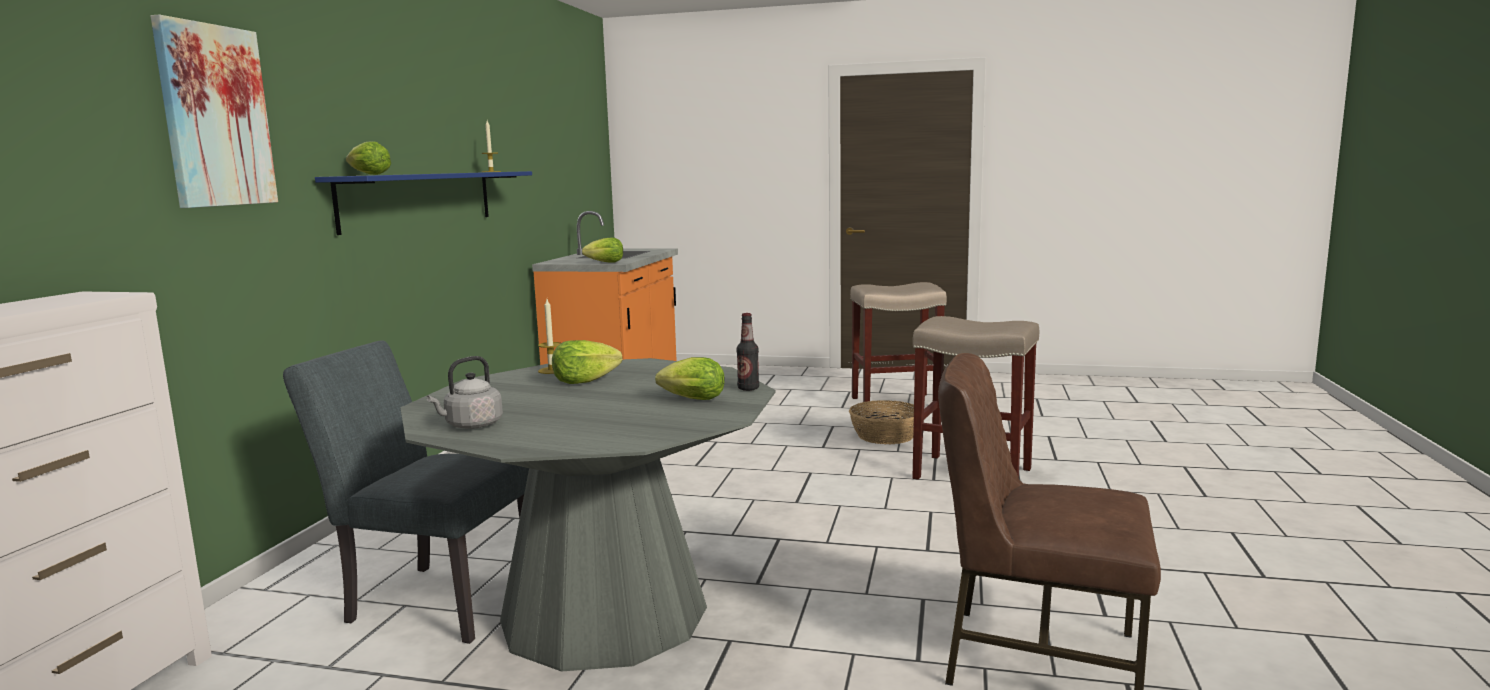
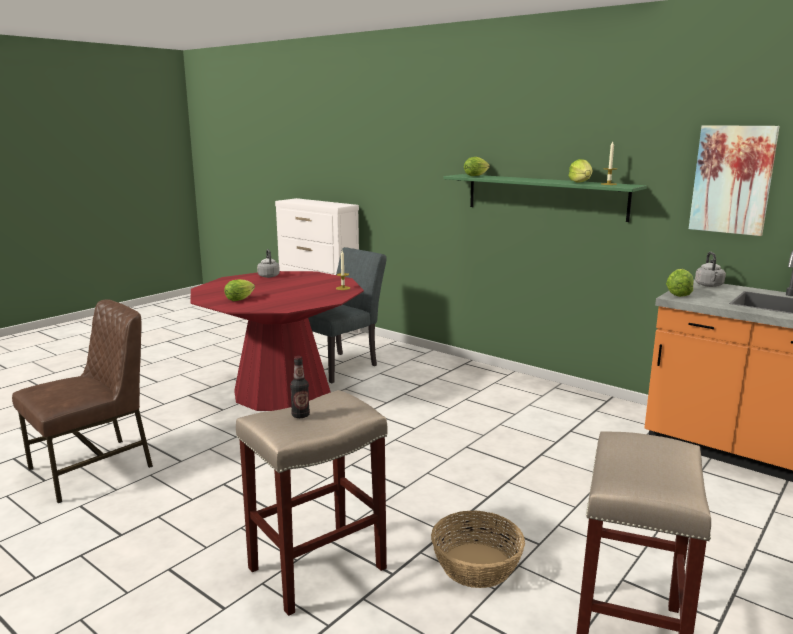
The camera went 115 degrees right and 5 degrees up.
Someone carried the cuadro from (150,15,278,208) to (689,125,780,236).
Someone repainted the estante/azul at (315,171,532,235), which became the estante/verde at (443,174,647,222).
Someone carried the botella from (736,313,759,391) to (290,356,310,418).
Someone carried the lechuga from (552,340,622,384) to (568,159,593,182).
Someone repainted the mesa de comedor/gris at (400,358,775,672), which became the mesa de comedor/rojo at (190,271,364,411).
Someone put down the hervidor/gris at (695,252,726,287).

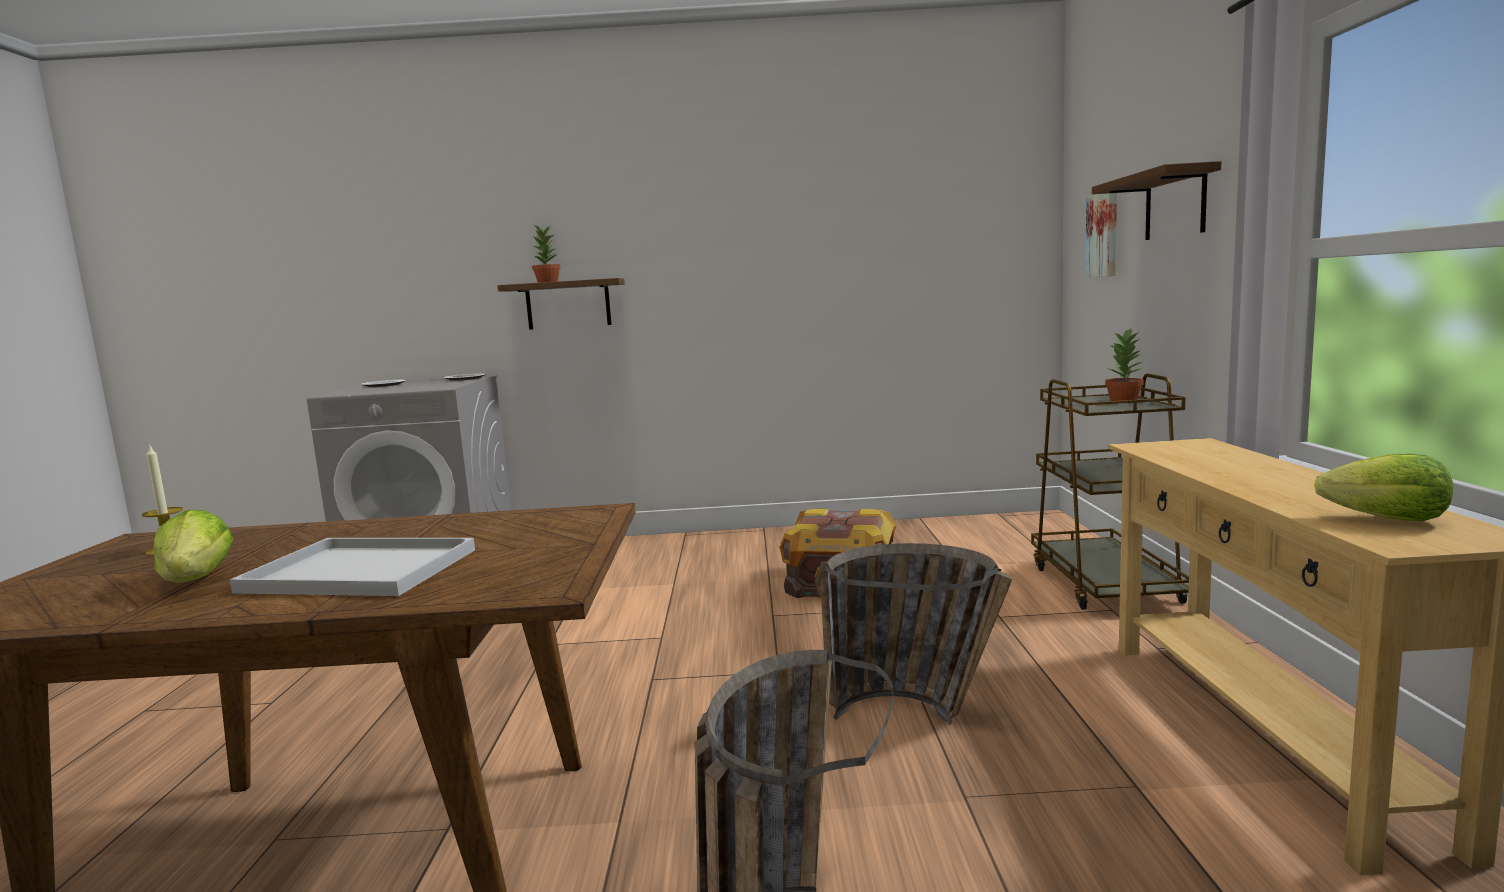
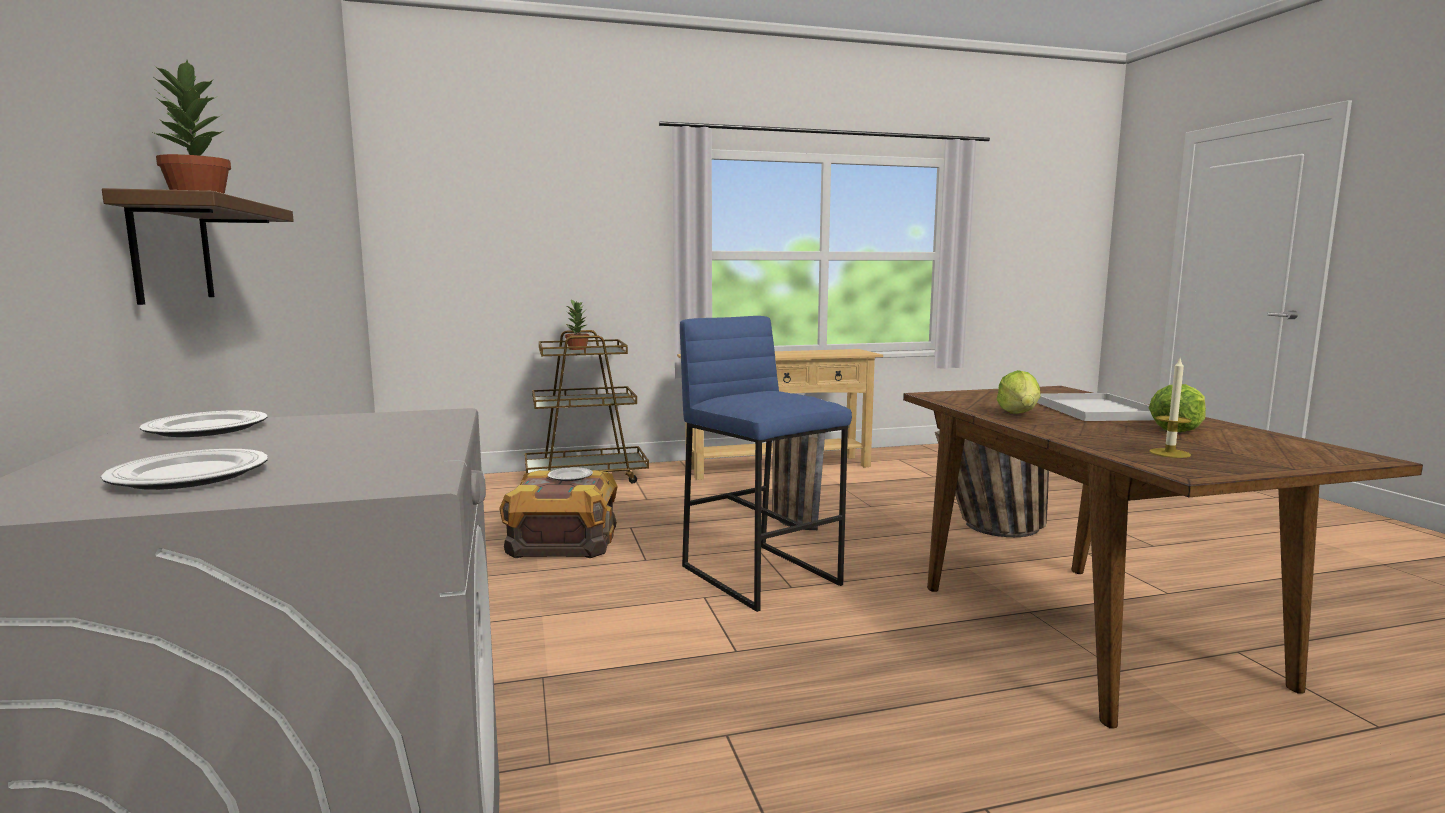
The camera went 105 degrees left and 0 degrees up.
Someone took away the estante/marrón at (1092,161,1221,240).
Someone took away the cuadro at (1085,193,1117,277).
Someone carried the lechuga from (1314,454,1453,522) to (997,370,1041,413).
Someone put down the taburete/azul at (680,316,852,612).
Someone put down the plato at (548,468,593,481).

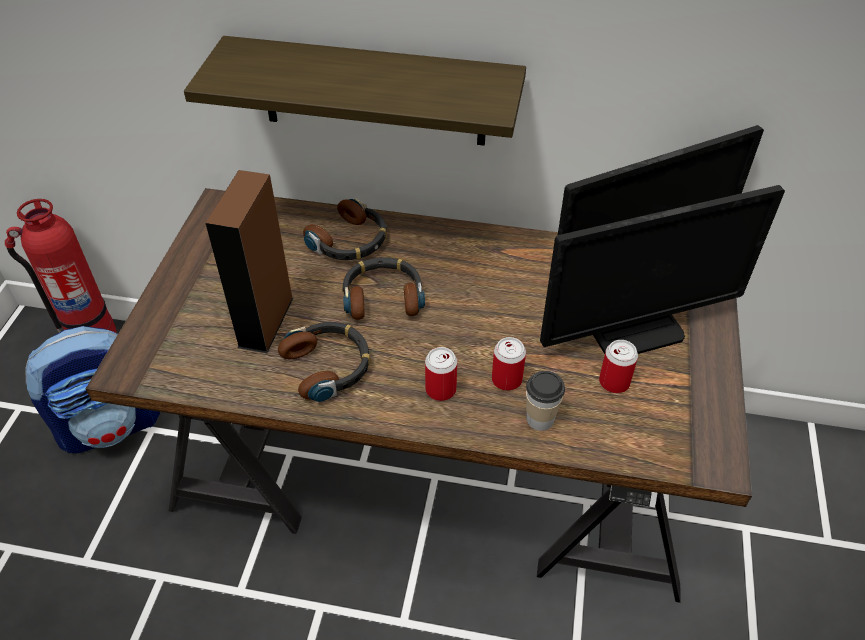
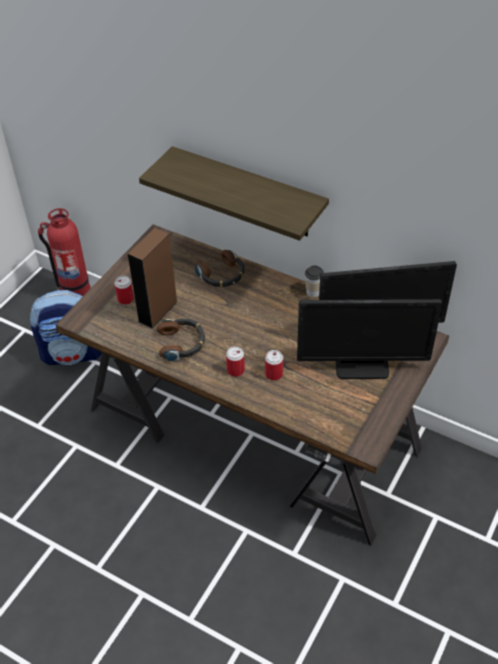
The camera went 20 degrees right and 0 degrees up.
Someone took away the auriculares at (342,257,425,320).
Someone carried the lata from (599,340,638,393) to (115,276,134,305).
Someone carried the taza from (526,371,565,431) to (305,265,324,297).

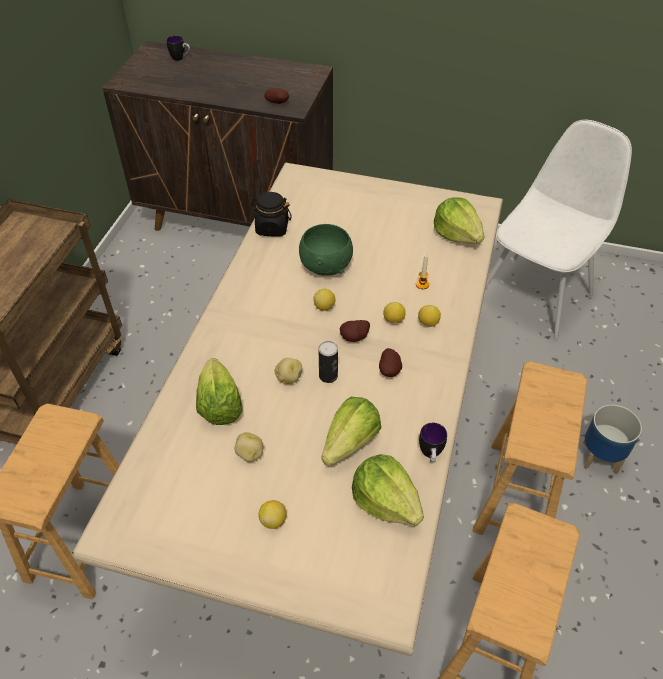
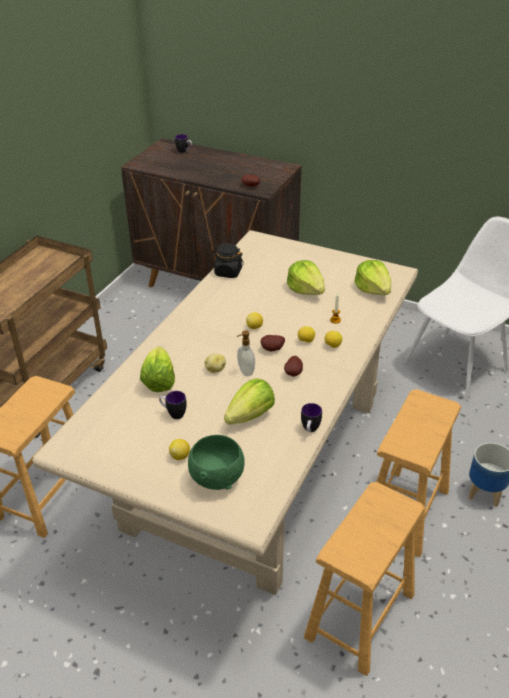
The camera went 10 degrees right and 10 degrees down.
Someone carried the cuenco/verde from (299,224,353,276) to (188,435,245,490).
Someone swapped the lata at (318,341,338,383) for the dispensador de jabón at (237,330,255,376).
Someone swapped the patata at (235,432,263,462) for the taza grande at (159,391,187,419).
Someone carried the lechuga from (352,454,424,526) to (287,260,325,295).

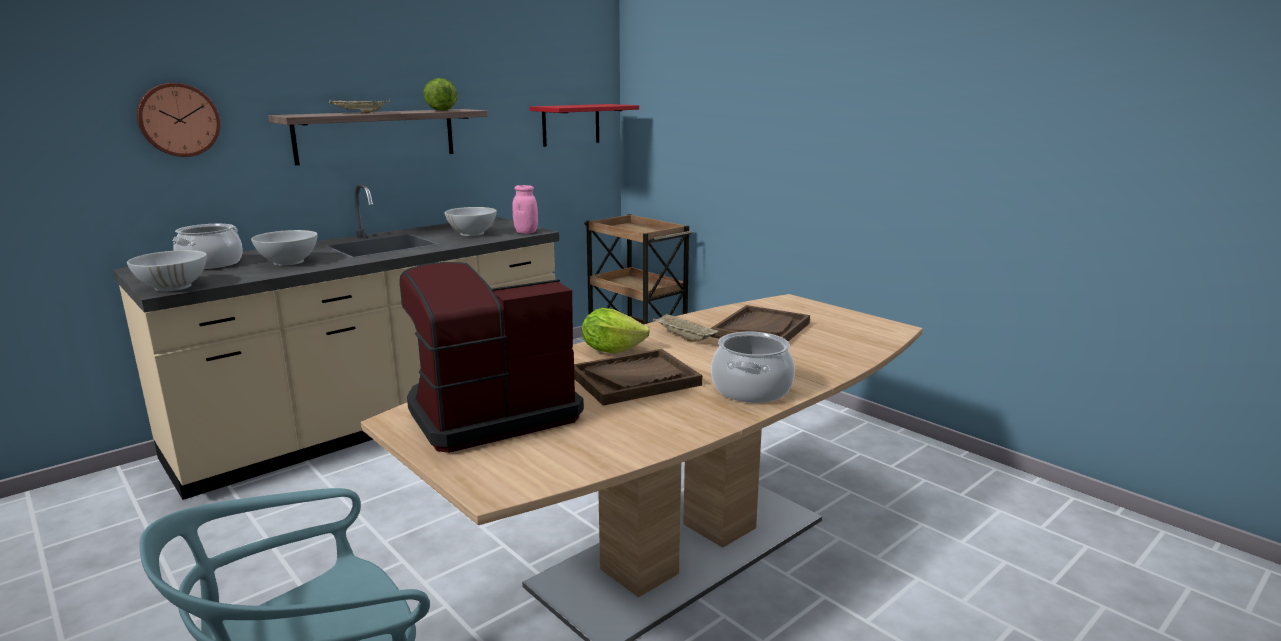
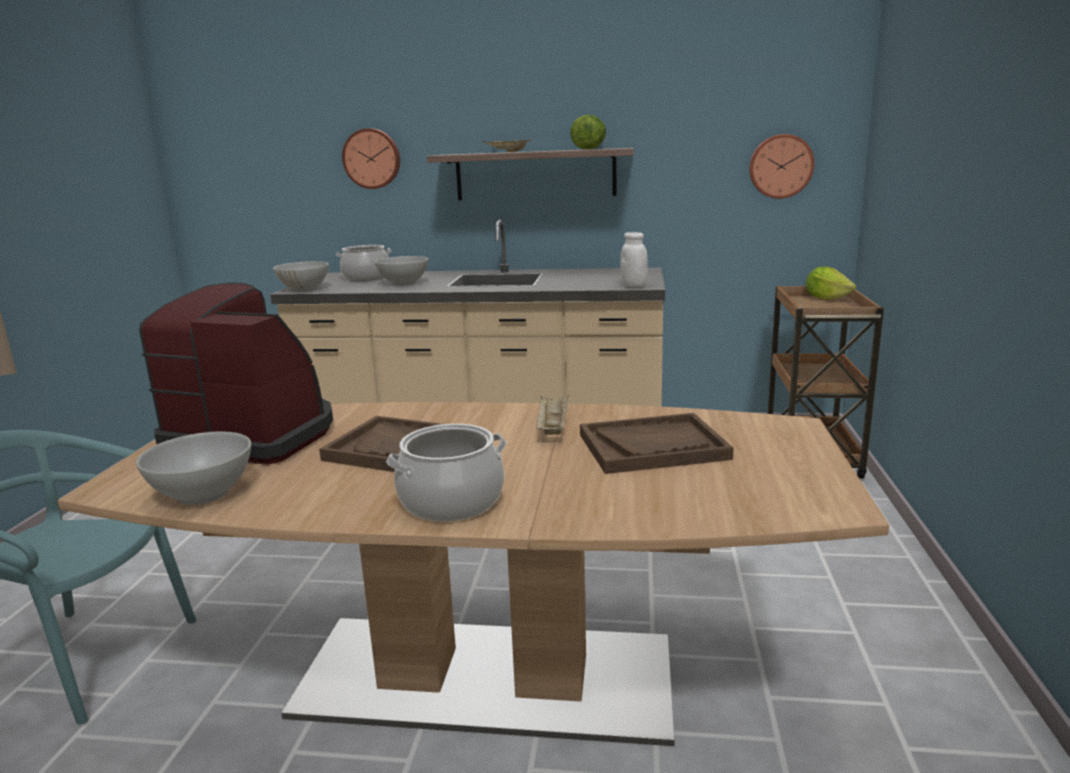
The camera went 50 degrees right and 0 degrees up.
Someone swapped the estante/rojo at (529,104,639,147) for the reloj de pared at (749,134,814,199).
Someone repainted the tarro/rosa at (512,185,538,234), which became the tarro/blanco at (620,232,648,287).
Someone carried the cuenco/blanco from (444,207,497,236) to (136,432,251,505).
Someone carried the lechuga from (582,308,650,353) to (806,267,856,300).

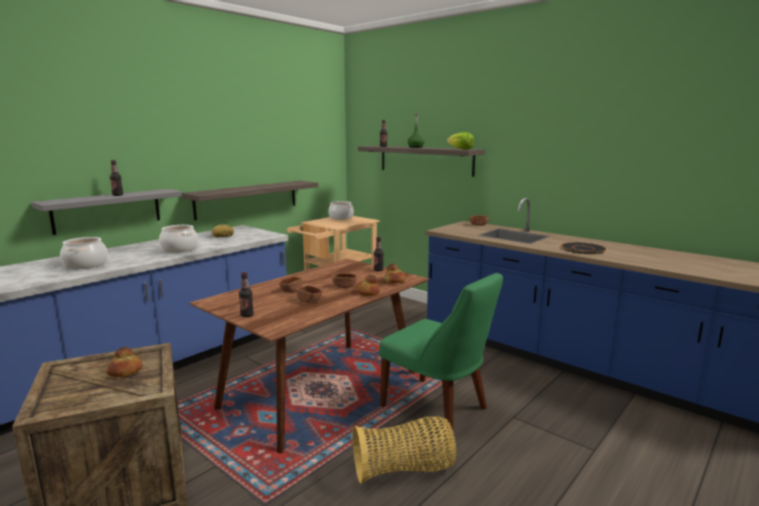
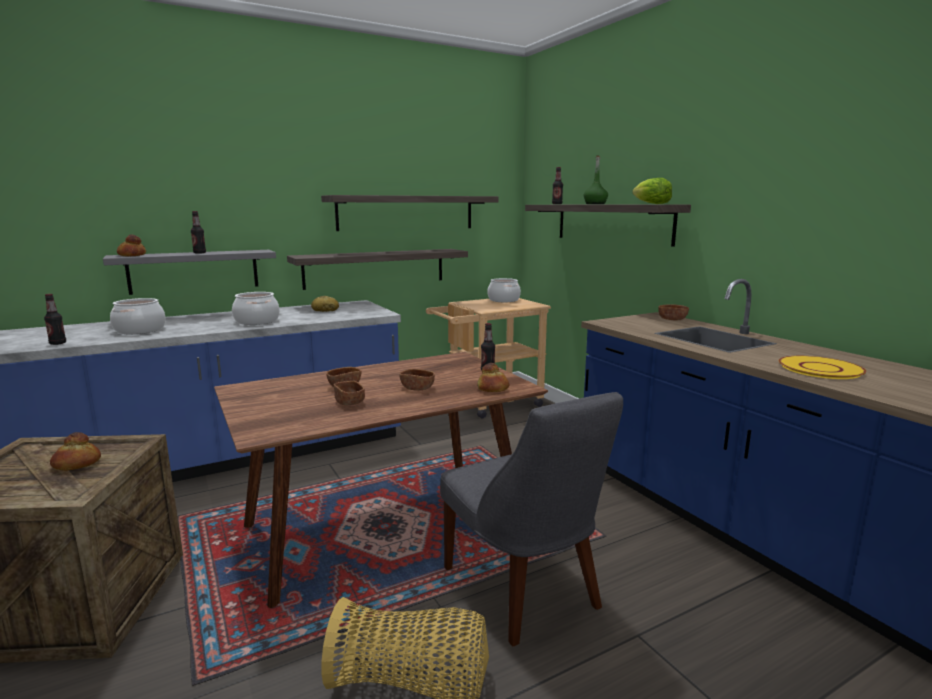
The camera went 20 degrees right and 0 degrees up.
Someone repainted the plato/negro at (561,242,607,254), which became the plato/amarillo at (778,356,866,379).
Someone carried the botella from (239,272,254,317) to (44,294,66,345).
Someone repainted the silla/verde at (379,273,503,432), which became the silla/gris at (440,392,623,646).
Someone carried the pan from (355,275,380,296) to (117,234,146,256).
Someone put up the estante at (321,195,499,231).

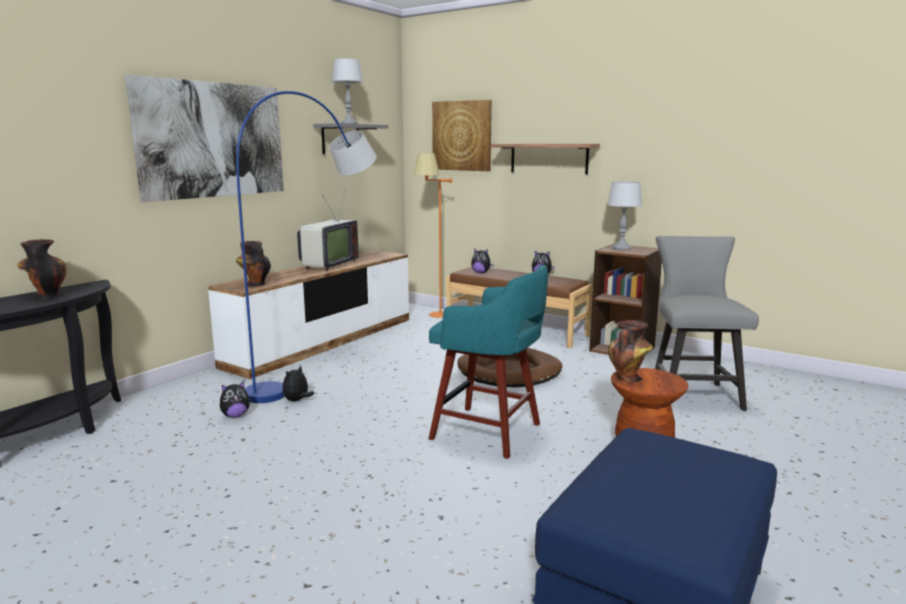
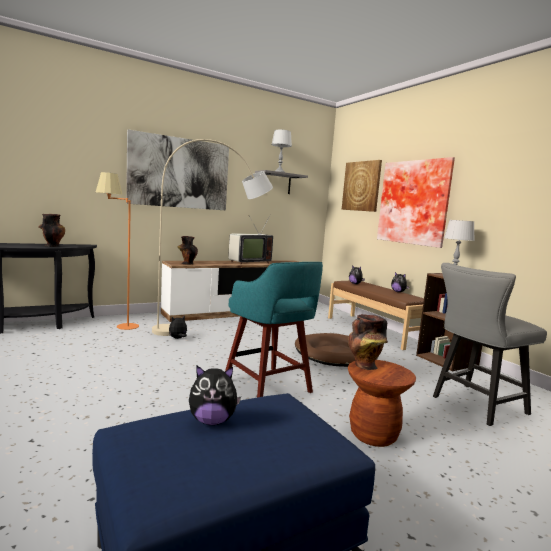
The camera went 25 degrees right and 5 degrees down.
Someone repainted the lámpara de pie/azul at (236,91,376,403), which became the lámpara de pie/beis at (152,139,273,336).
Someone swapped the estante at (491,144,600,174) for the cuadro at (377,157,455,248).
Someone carried the lámpara de pie/naranja from (413,153,452,318) to (96,172,139,330).
Someone rotated the silla/gris at (655,236,759,411) by 150 degrees counterclockwise.
Someone carried the peluche from (220,381,250,418) to (189,365,241,425).

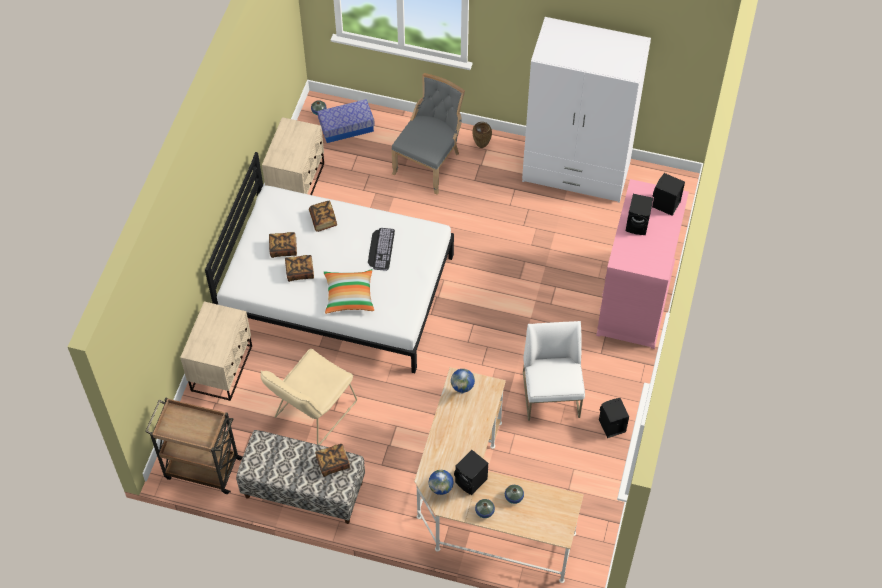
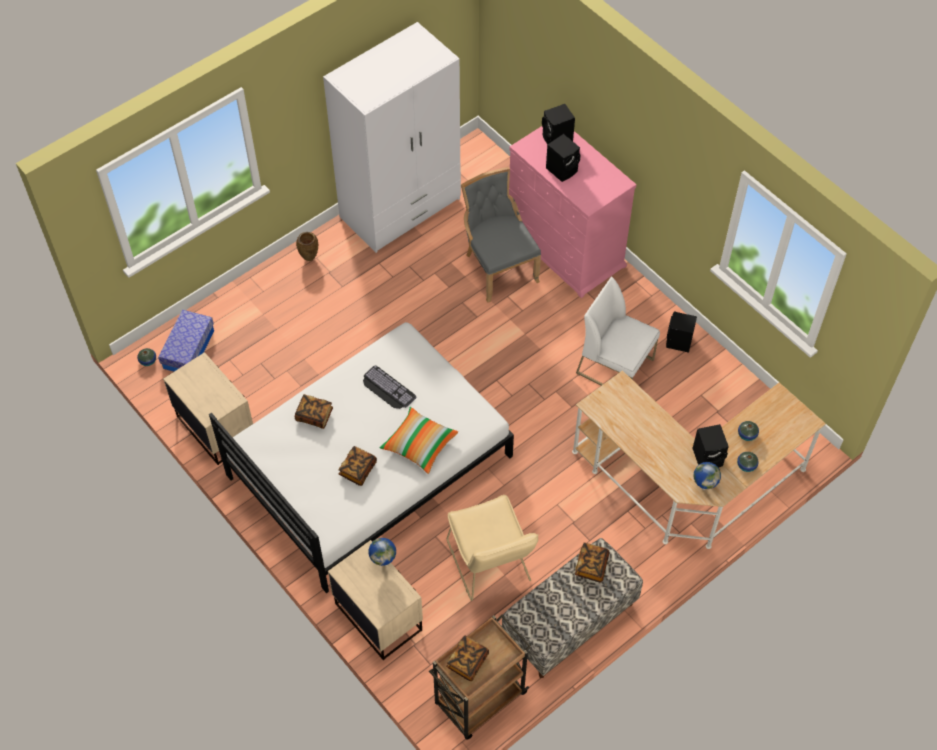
The camera went 55 degrees left and 0 degrees up.
Someone carried the silla/gris from (391,73,465,195) to (461,167,541,303).
Someone carried the libro from (269,232,297,258) to (446,635,489,681).
Someone carried the globo terráqueo from (451,369,475,394) to (369,538,396,566).

